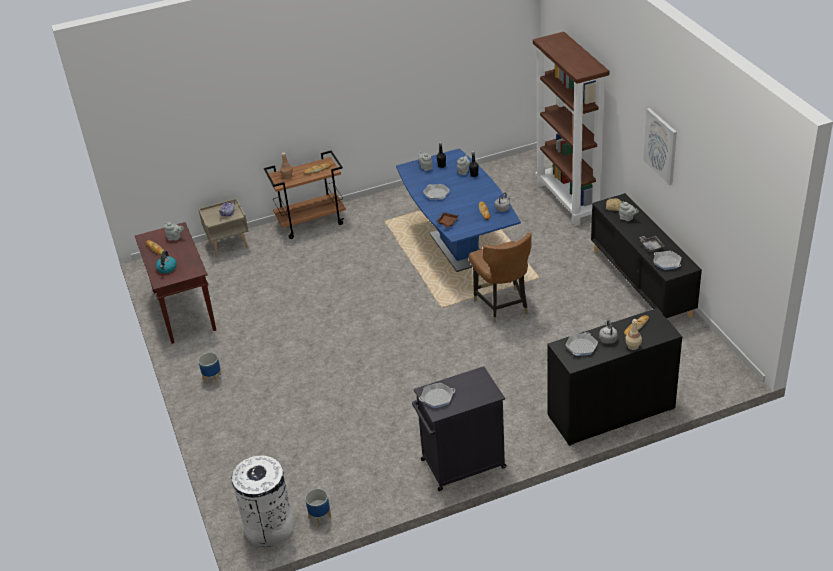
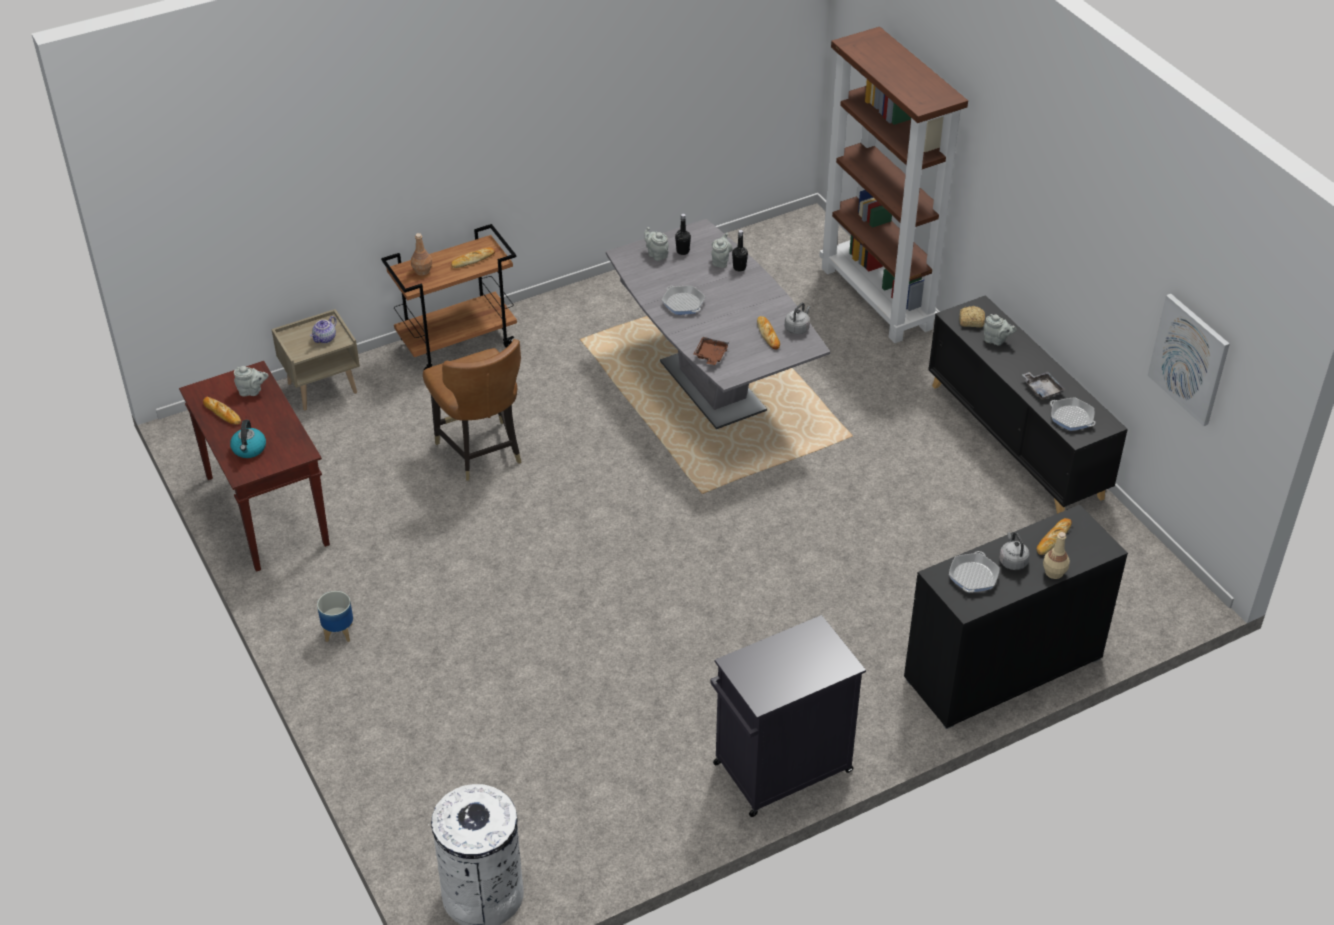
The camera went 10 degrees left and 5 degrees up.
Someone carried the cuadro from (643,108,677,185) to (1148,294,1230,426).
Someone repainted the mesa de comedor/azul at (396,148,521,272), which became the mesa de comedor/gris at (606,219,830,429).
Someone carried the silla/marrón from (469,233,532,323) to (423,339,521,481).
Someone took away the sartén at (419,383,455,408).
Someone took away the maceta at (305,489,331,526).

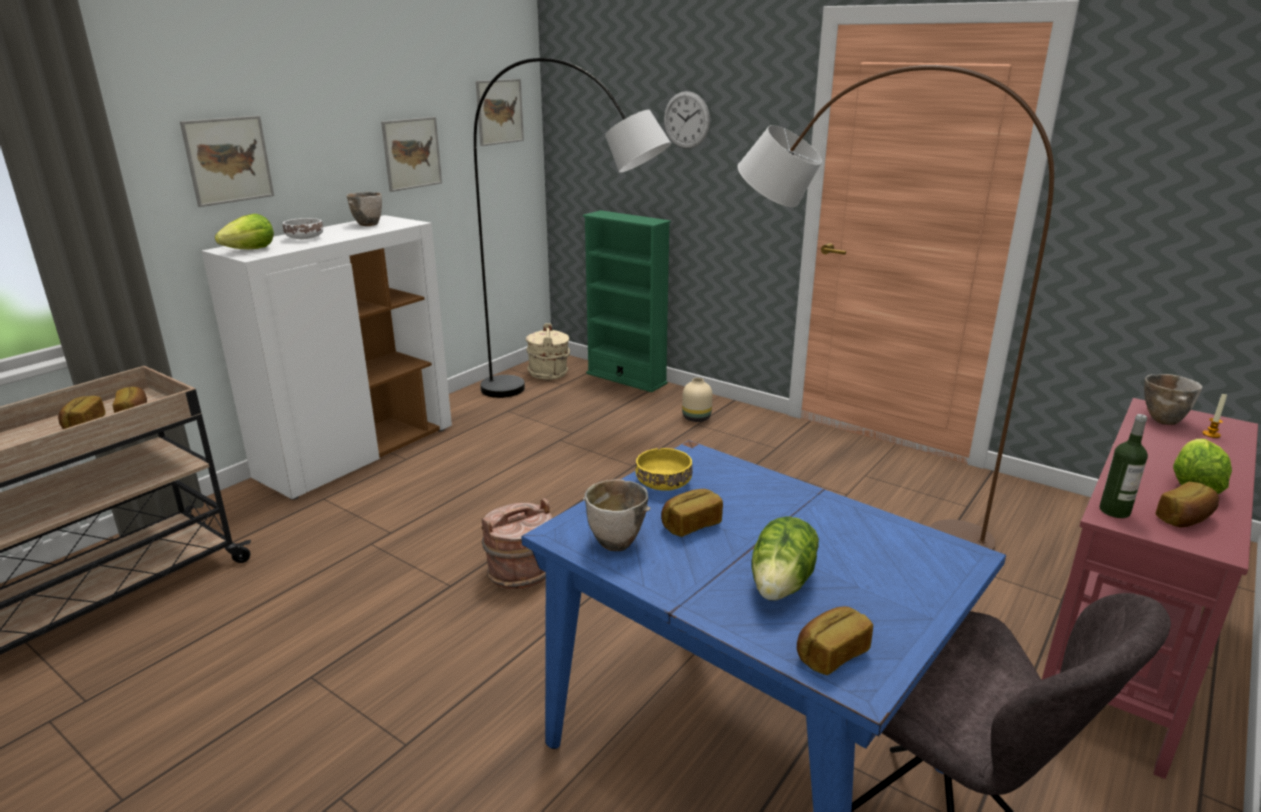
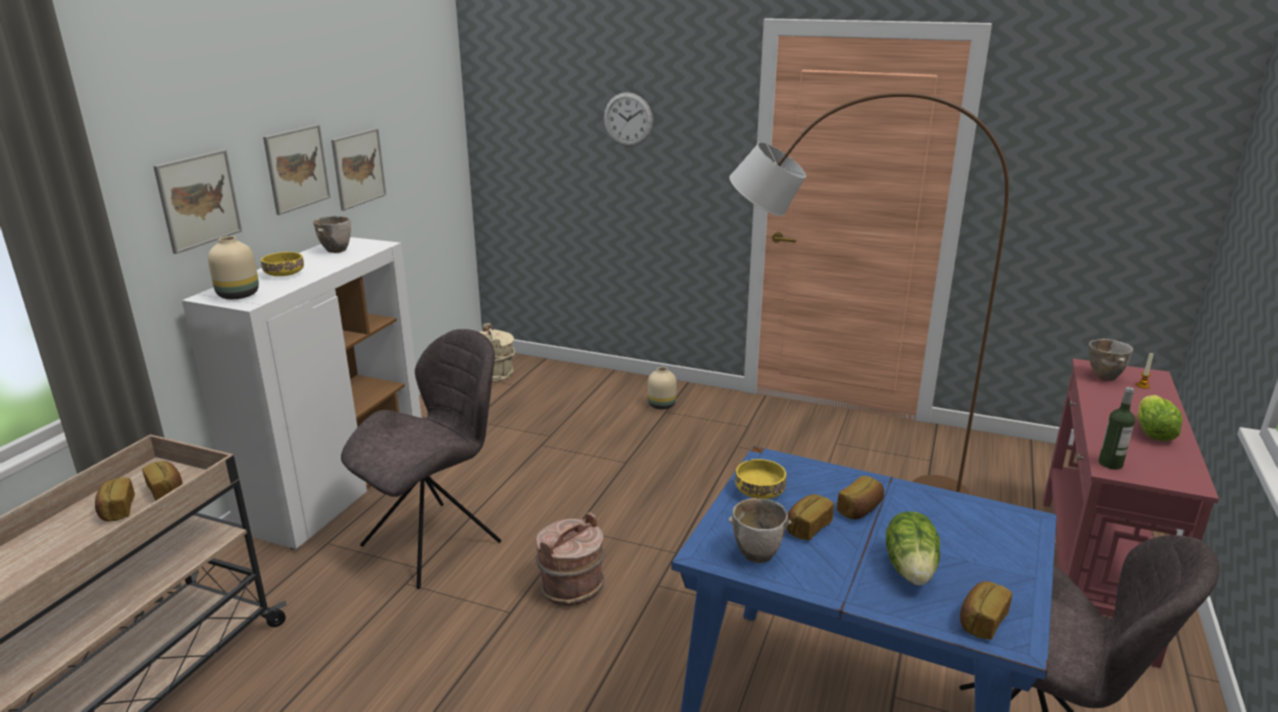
The camera went 15 degrees left and 0 degrees up.
Someone took away the lámpara de pie/gris at (474,58,671,398).
Someone carried the cuadro from (476,79,524,146) to (263,125,331,215).
Someone took away the estantería/verde at (583,210,671,392).
Someone swapped the lechuga at (215,214,274,249) for the florero/beis at (208,236,259,299).
Someone repainted the cuenco/blanco at (283,218,323,239), which became the cuenco/amarillo at (261,252,304,276).
Someone carried the pan from (1156,482,1219,527) to (837,476,884,519).
Someone put down the silla/gris at (341,329,501,589).

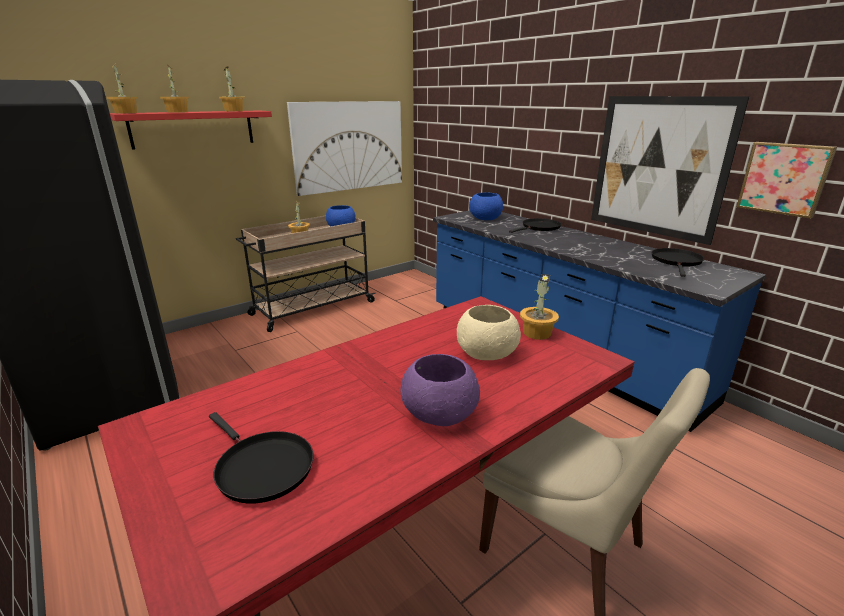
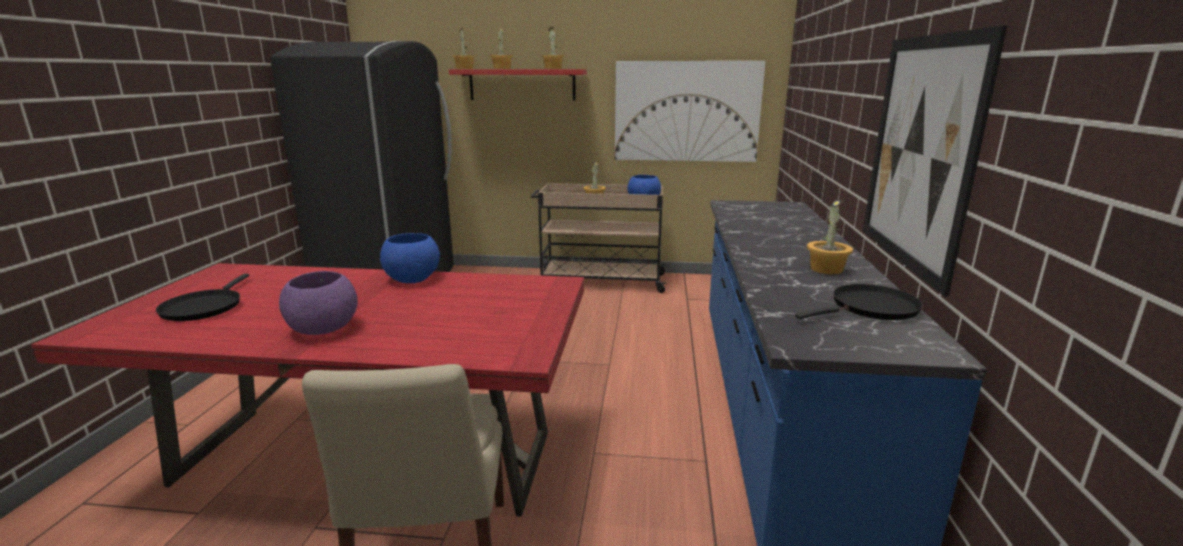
The camera went 45 degrees right and 5 degrees down.
Someone took away the cuadro at (737,142,837,219).
Someone carried the cuenco/azul from (469,192,503,220) to (380,233,440,283).
Someone took away the sartén/negro at (509,218,561,233).
Someone carried the planta en maceta from (520,274,559,340) to (807,199,853,274).
Someone took away the cuenco/beis at (457,305,521,360).

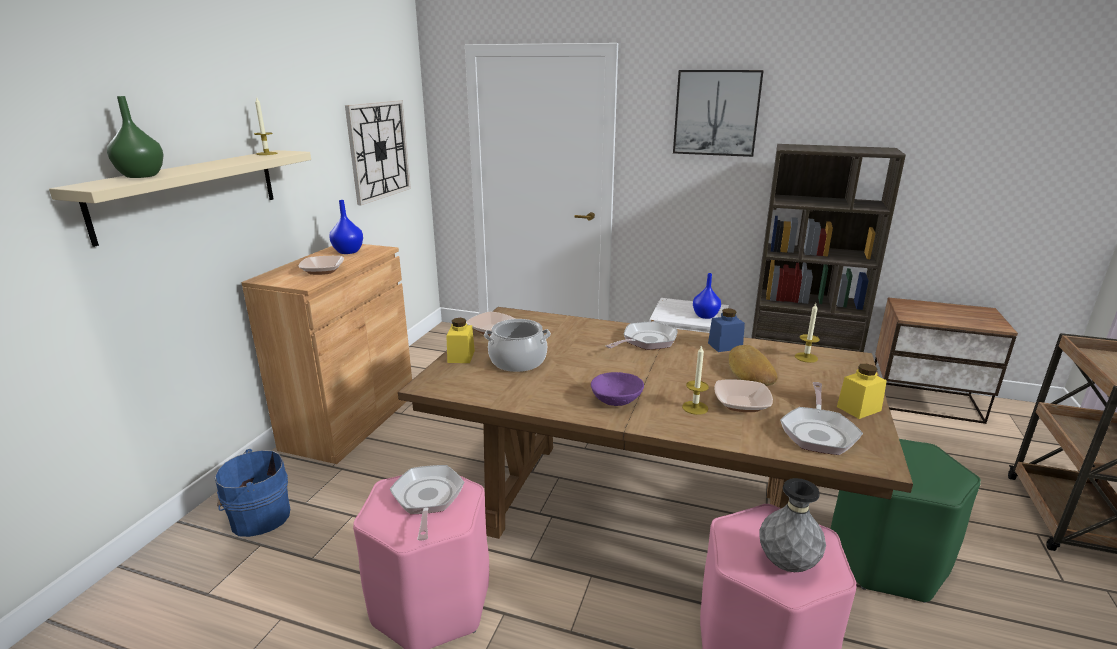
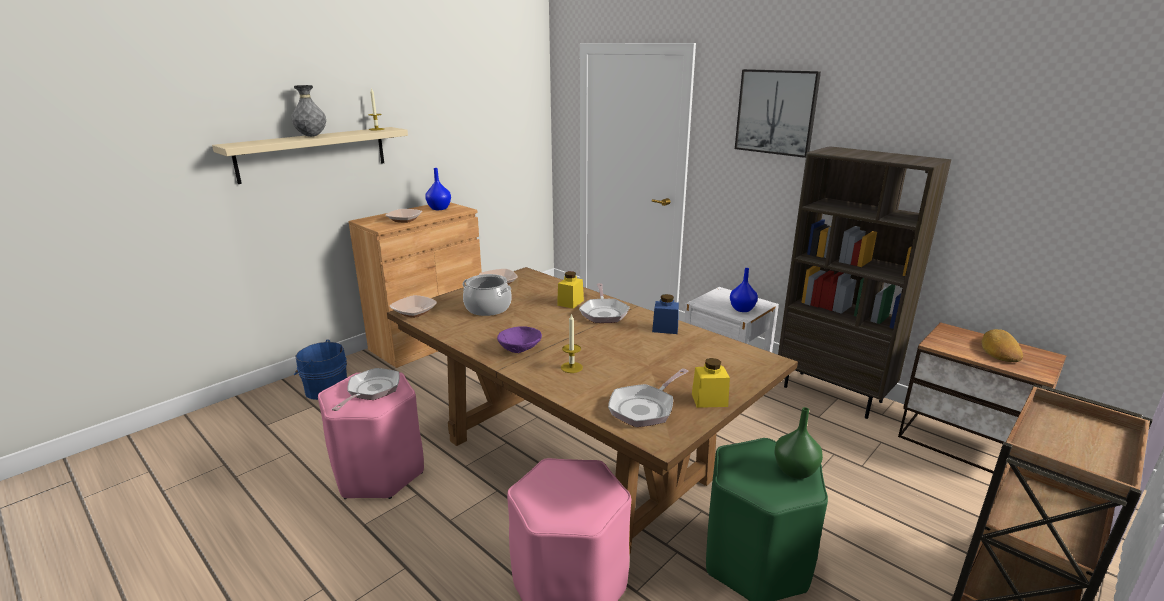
The camera went 25 degrees right and 0 degrees up.
Someone carried the florero/verde from (107,96,164,178) to (774,407,823,479).
Someone took away the reloj de pared at (345,100,411,205).
Someone took away the vela at (795,303,820,363).
Someone carried the tarro/amarillo from (446,318,475,363) to (557,271,584,309).
Someone rotated the sartén at (606,321,677,350) by 105 degrees clockwise.
Someone carried the pan from (729,345,778,386) to (982,329,1023,362).
Someone carried the cuenco from (714,380,773,412) to (390,295,437,318).
Someone carried the florero/gris from (759,478,826,572) to (291,85,326,137).

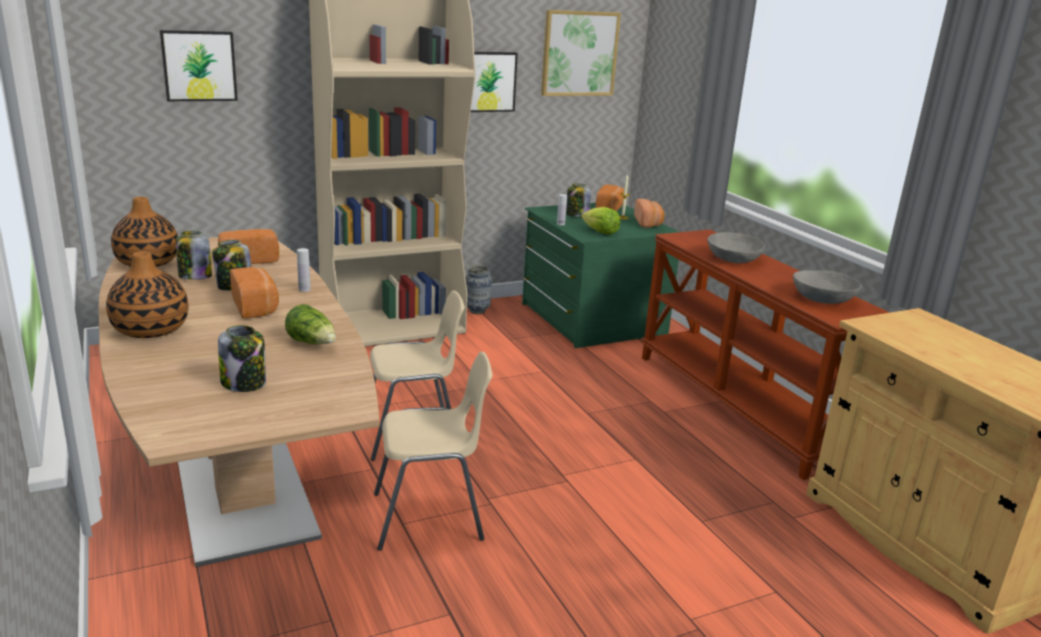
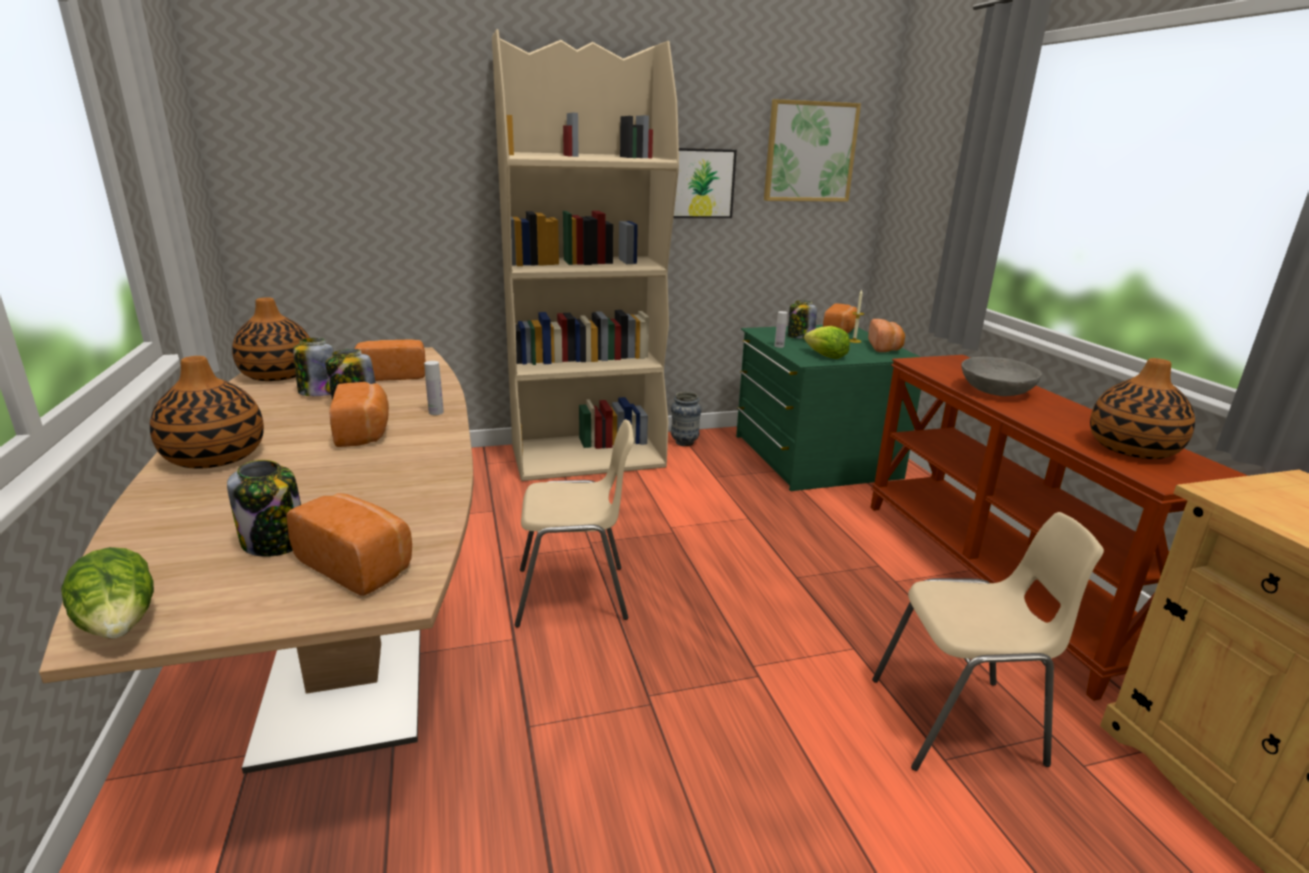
The camera went 10 degrees right and 0 degrees up.
Someone took away the cuadro at (160,30,238,101).
Someone swapped the cuenco/gris at (793,270,862,304) for the florero at (1090,358,1195,459).
Someone carried the lechuga from (285,304,336,344) to (61,547,154,639).
Someone carried the silla/beis from (374,351,493,551) to (872,512,1104,771).
Someone put down the pan at (286,493,412,596).

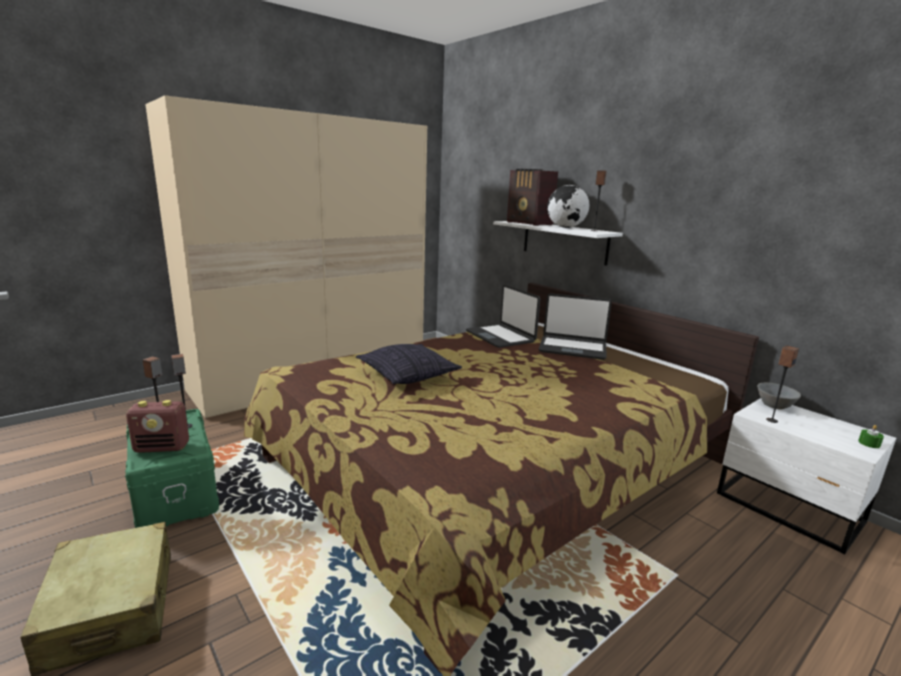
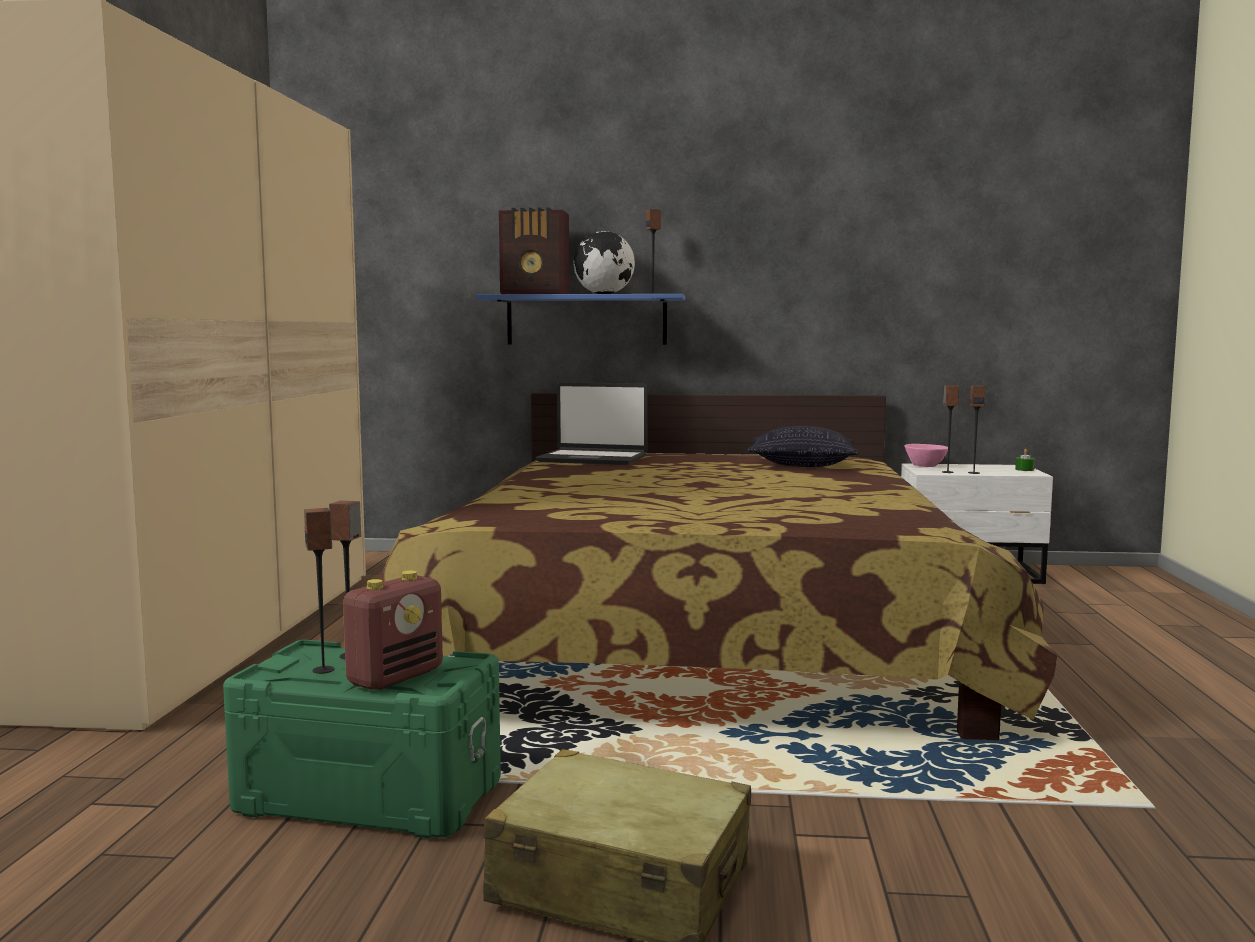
The camera went 45 degrees left and 10 degrees down.
Someone repainted the estante/blanco at (493,221,623,266), which became the estante/azul at (476,294,685,345).
Someone took away the portátil at (539,293,612,360).
Someone carried the cojín from (356,344,462,384) to (747,426,859,467).
Someone repainted the cuenco/gris at (757,383,801,410), which became the cuenco/rosa at (904,444,948,467).
Someone put down the altavoz at (968,385,985,474).

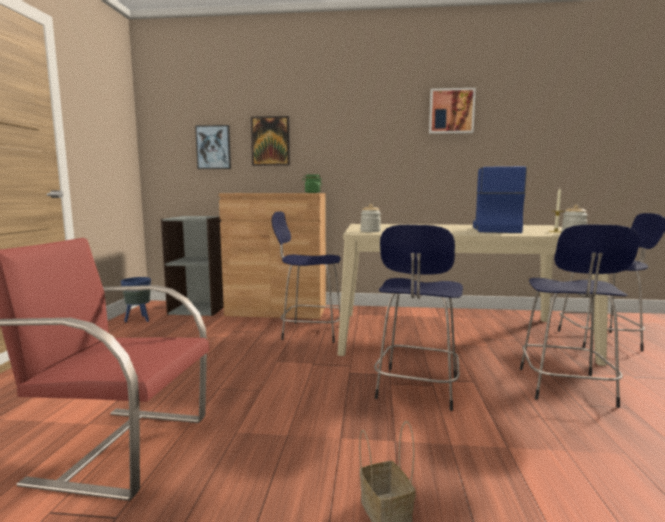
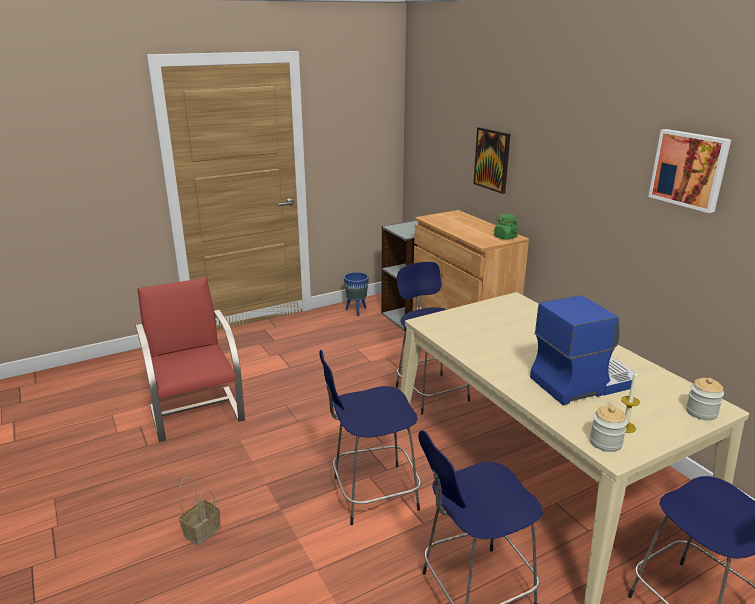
The camera went 55 degrees right and 15 degrees up.
Someone took away the cuadro at (195,125,231,169).
Someone carried the tarro from (361,204,381,232) to (686,378,724,421).

